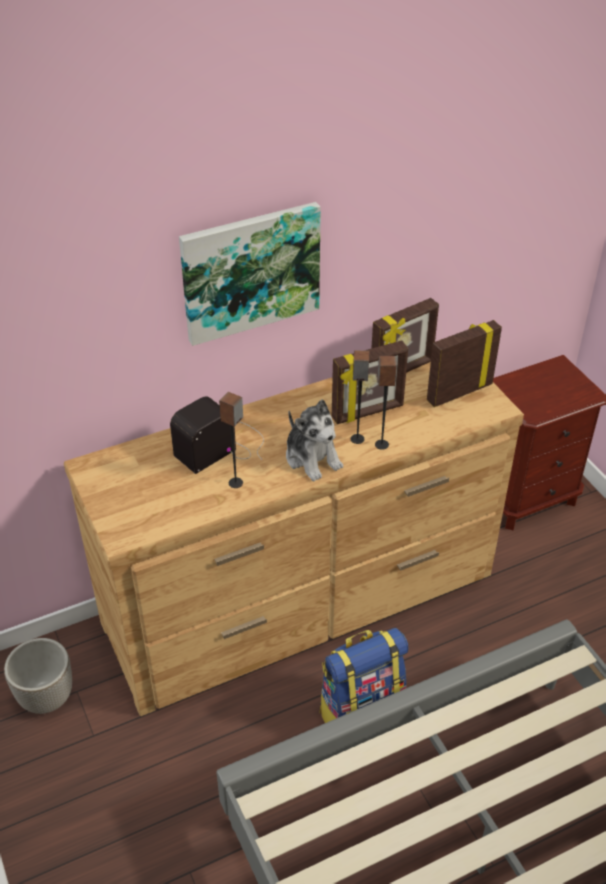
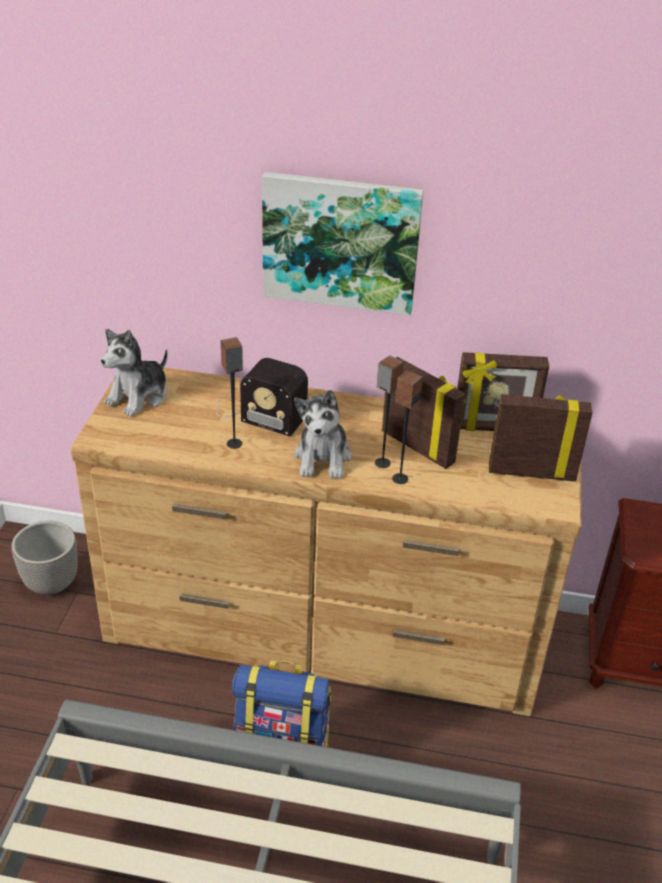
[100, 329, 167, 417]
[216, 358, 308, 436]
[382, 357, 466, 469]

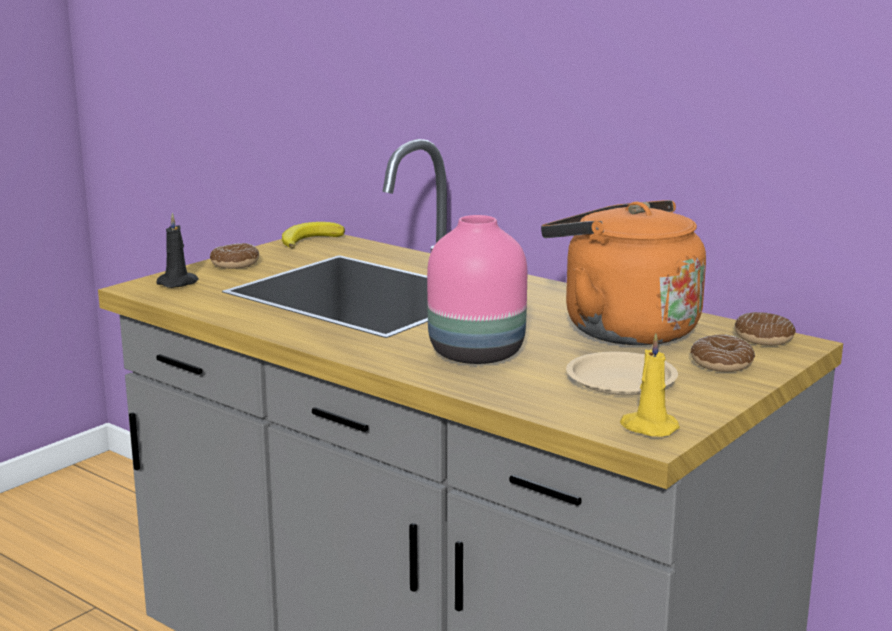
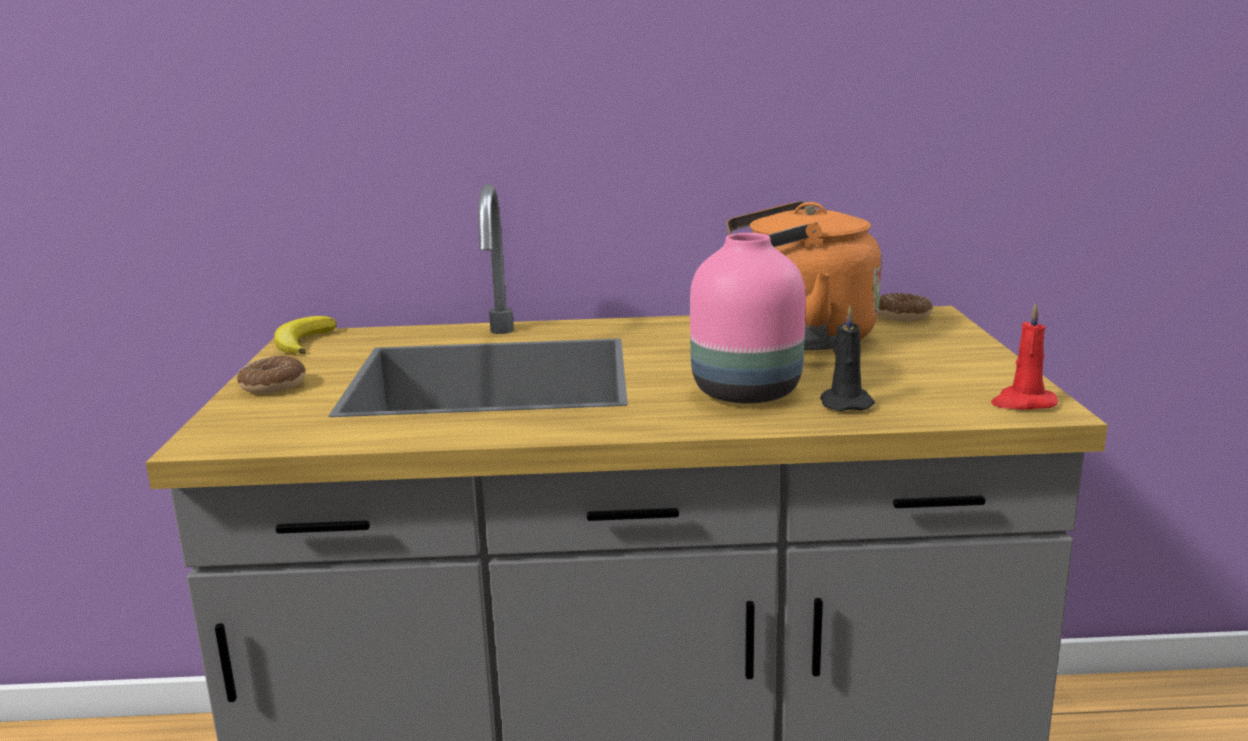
[566, 352, 678, 395] (first image)
[690, 334, 755, 372] (first image)
[820, 306, 875, 411]
[991, 303, 1058, 409]

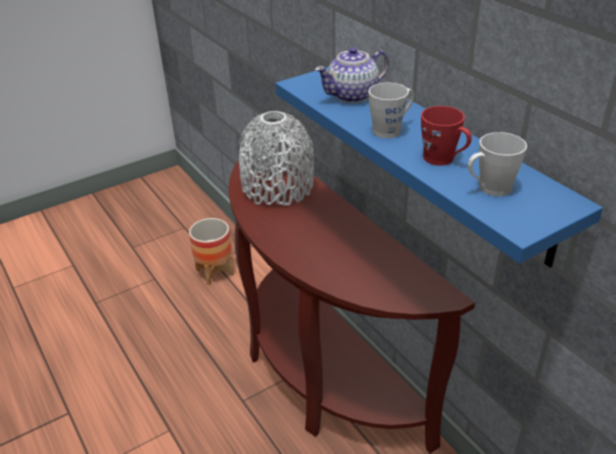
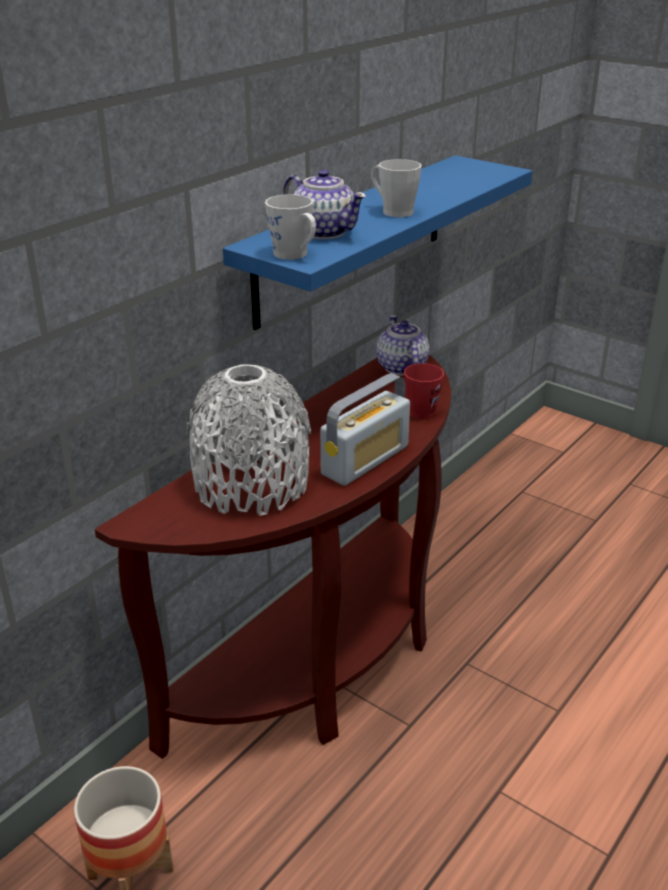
[320, 373, 410, 486]
[376, 315, 430, 375]
[404, 363, 444, 419]
[265, 194, 316, 260]

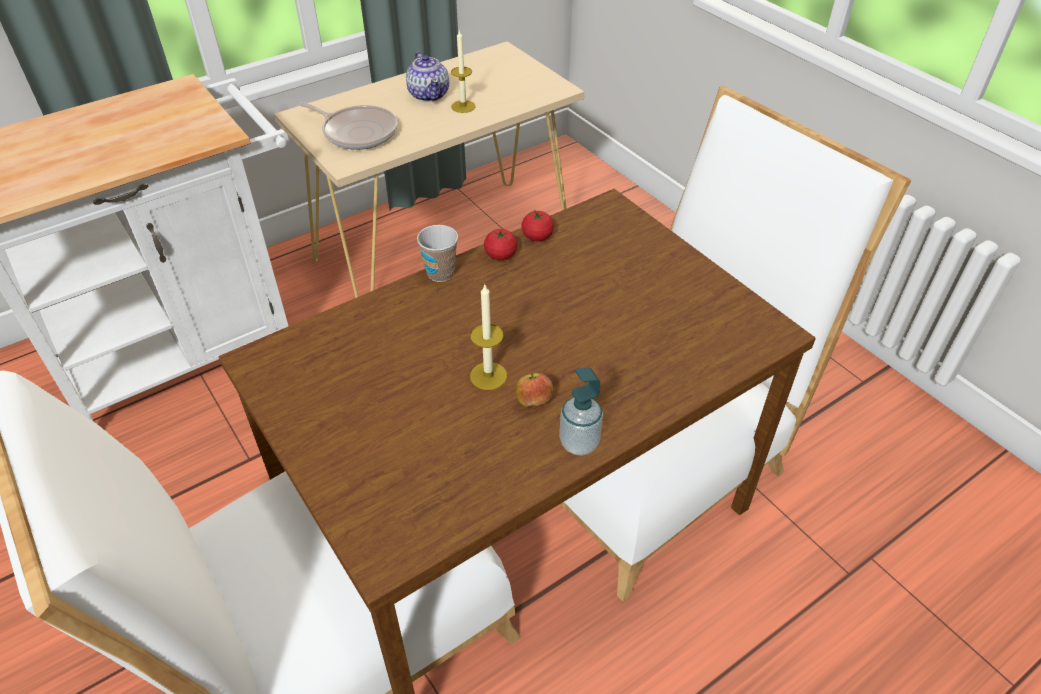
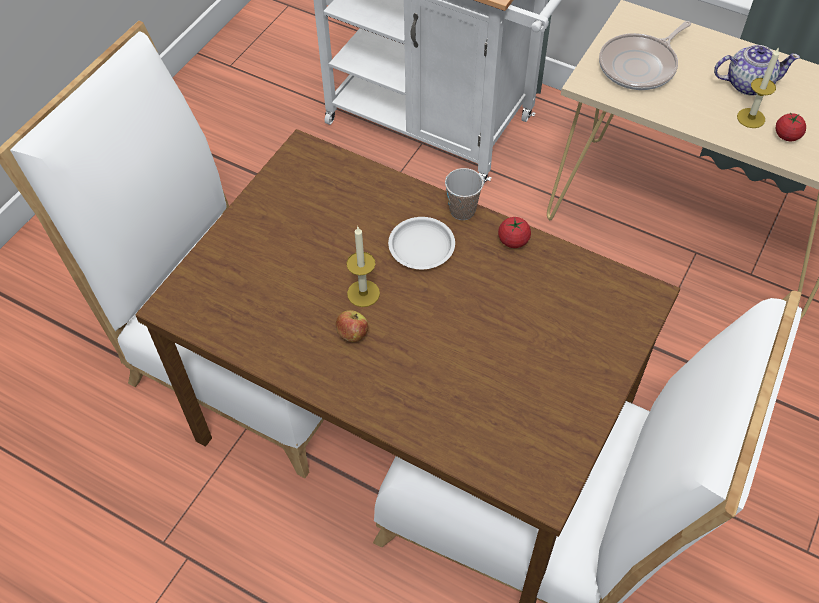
[559, 368, 603, 456] (first image)
[388, 217, 455, 269]
[776, 113, 806, 141]
[599, 21, 691, 90]
[714, 45, 800, 96]

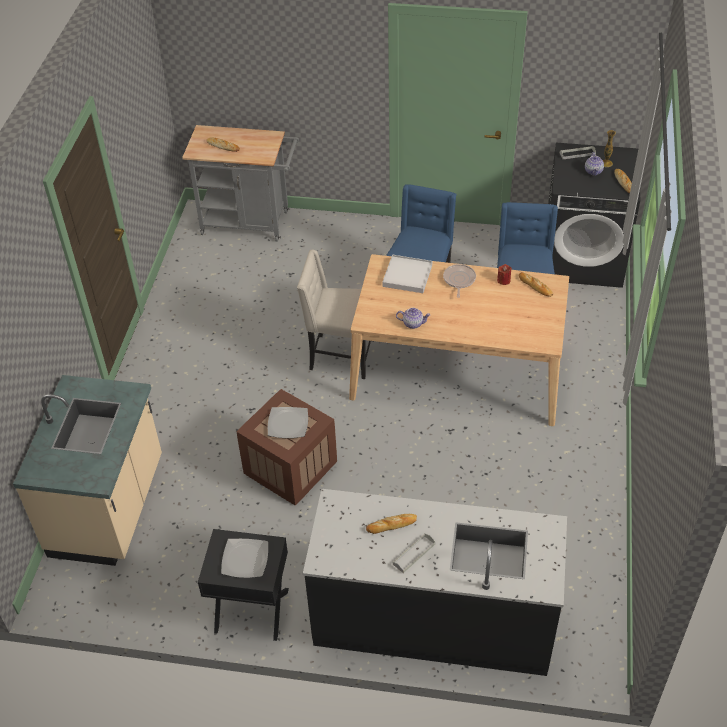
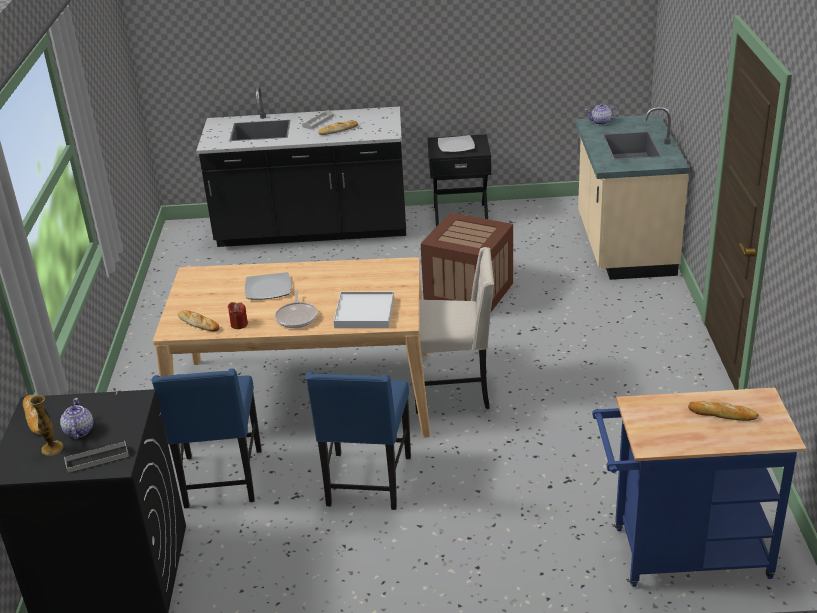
[245, 272, 291, 300]
[585, 103, 618, 125]
[592, 387, 807, 587]

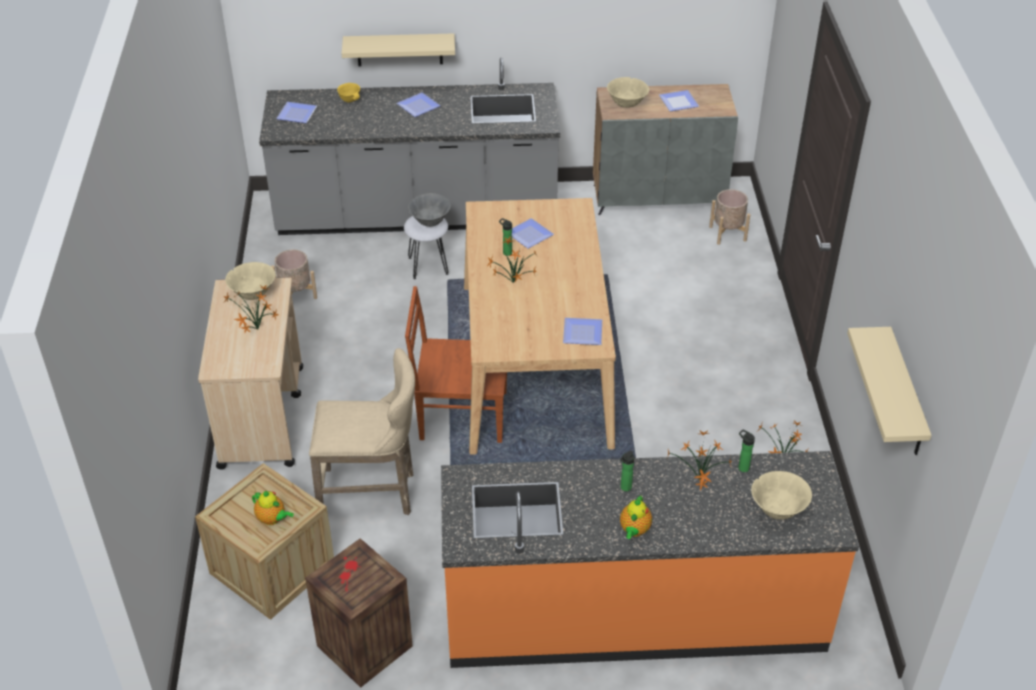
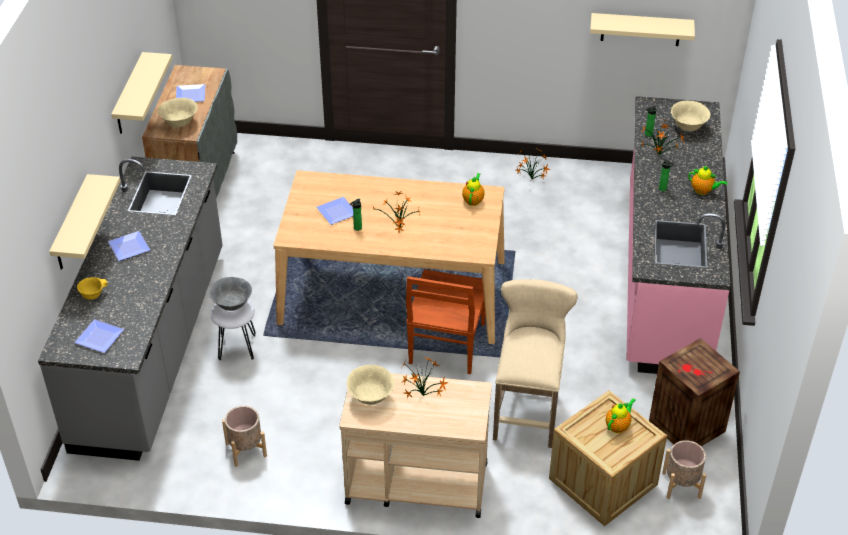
[111, 52, 172, 134]
[662, 440, 706, 499]
[462, 173, 485, 206]
[626, 96, 731, 374]

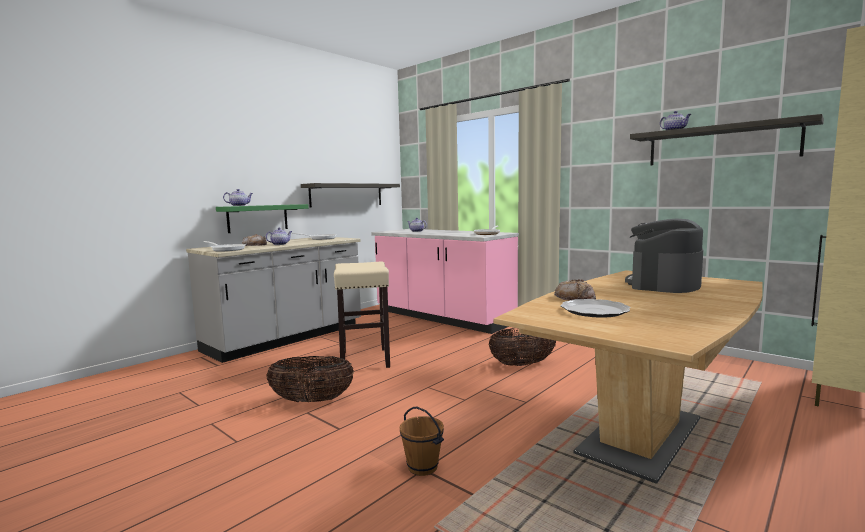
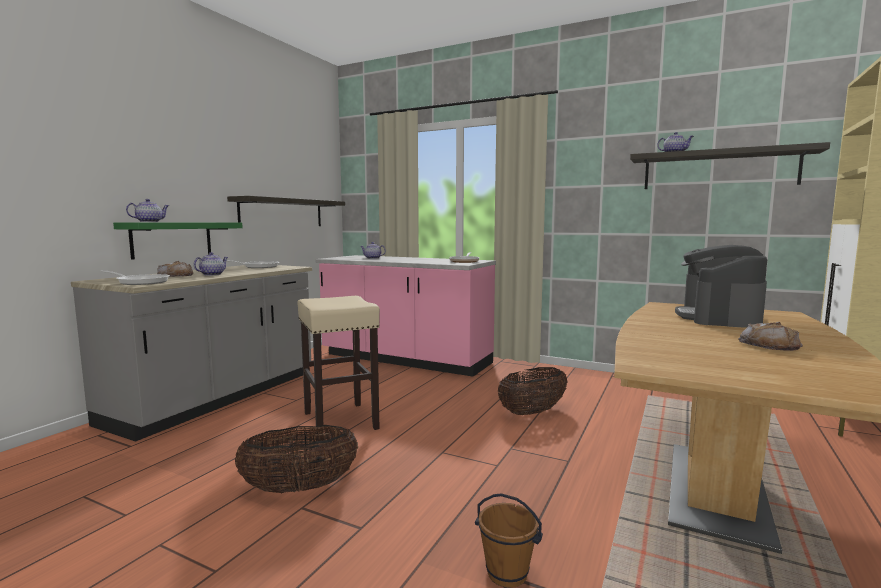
[560, 299, 631, 318] (first image)
[738, 322, 803, 351]

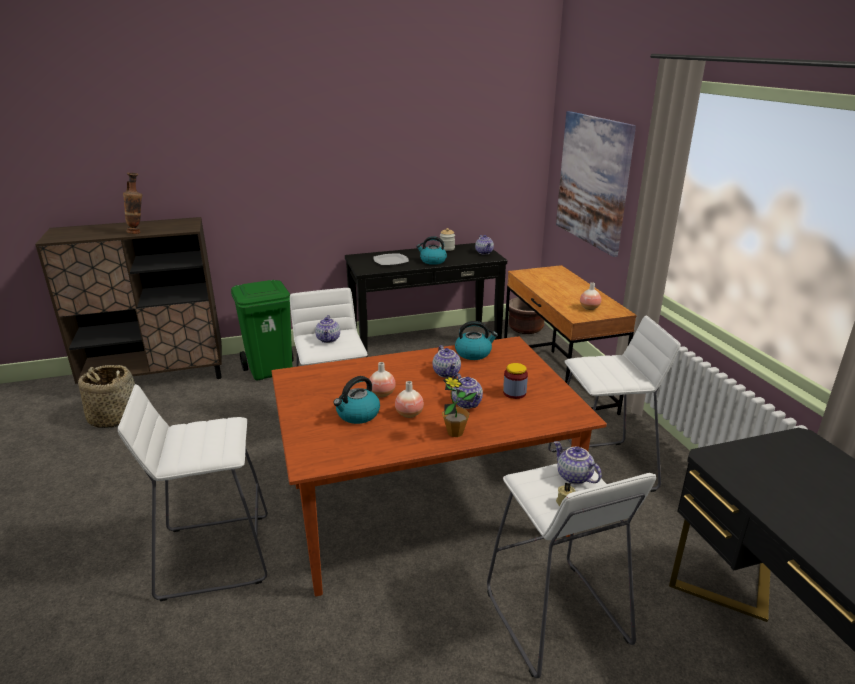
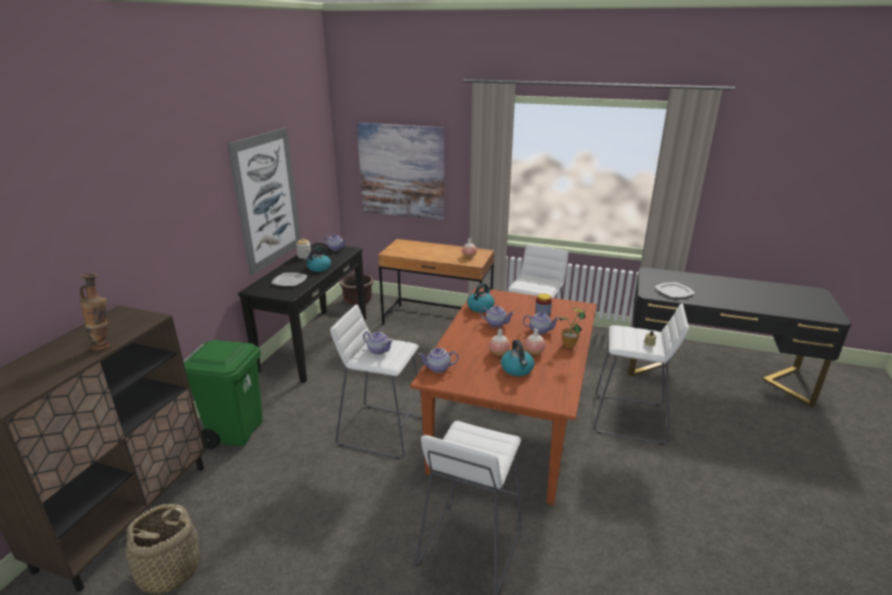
[227, 127, 301, 276]
[655, 282, 695, 298]
[419, 348, 459, 373]

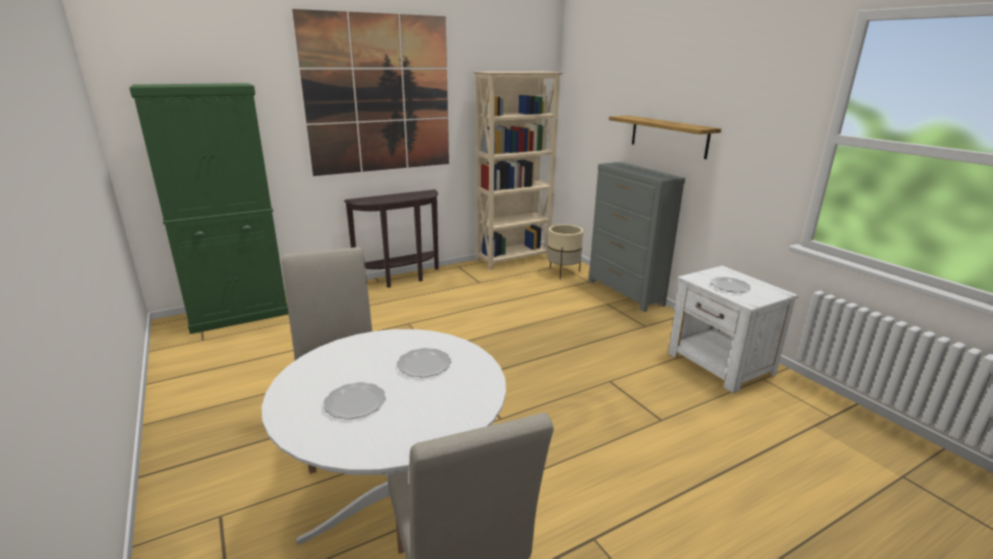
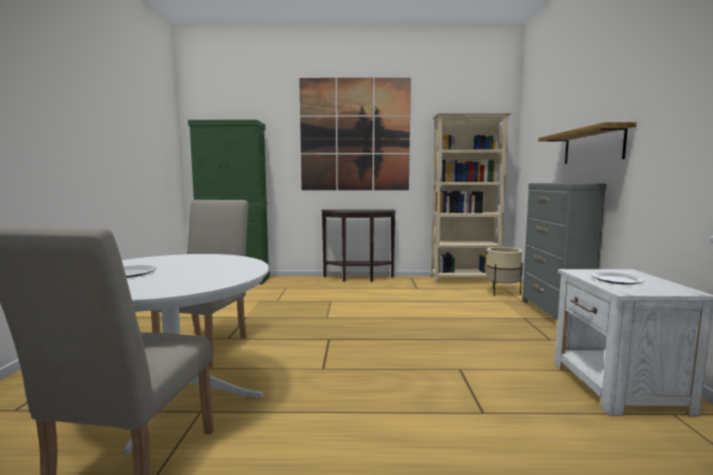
[397, 348, 451, 377] (first image)

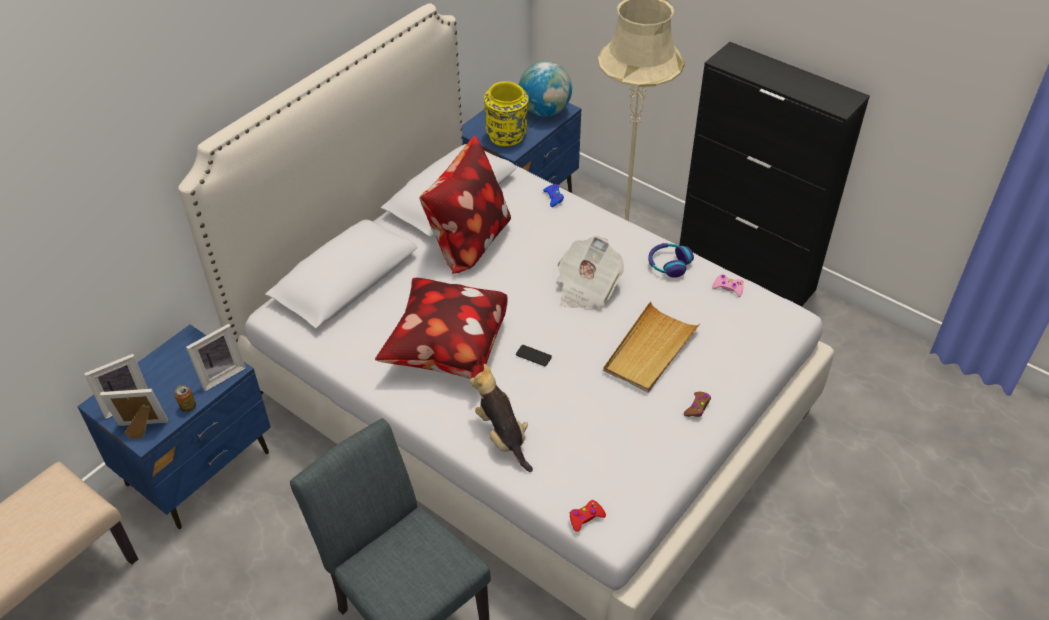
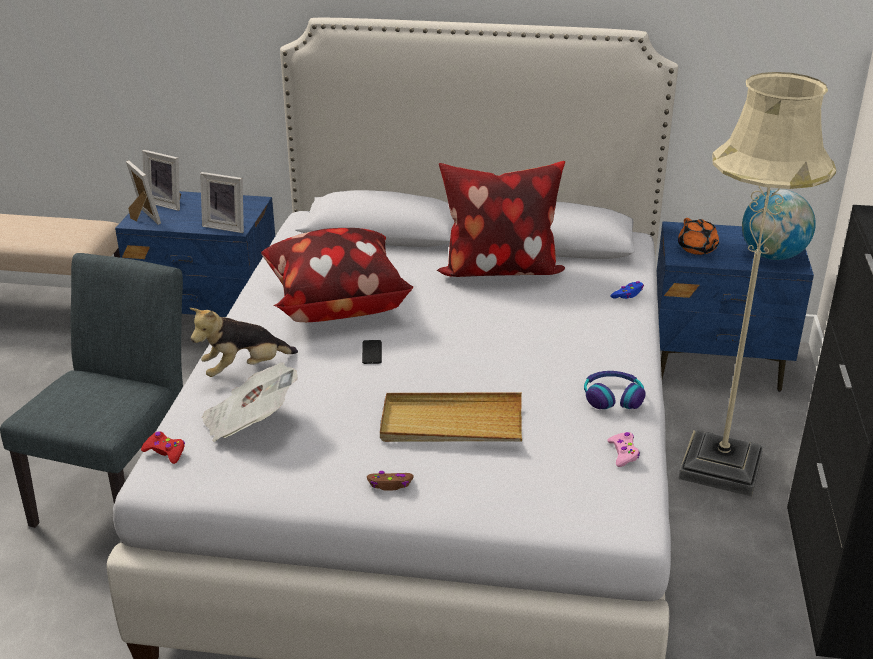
[174, 385, 196, 413] (first image)
[202, 362, 297, 442]
[678, 218, 719, 255]
[190, 308, 298, 377]

